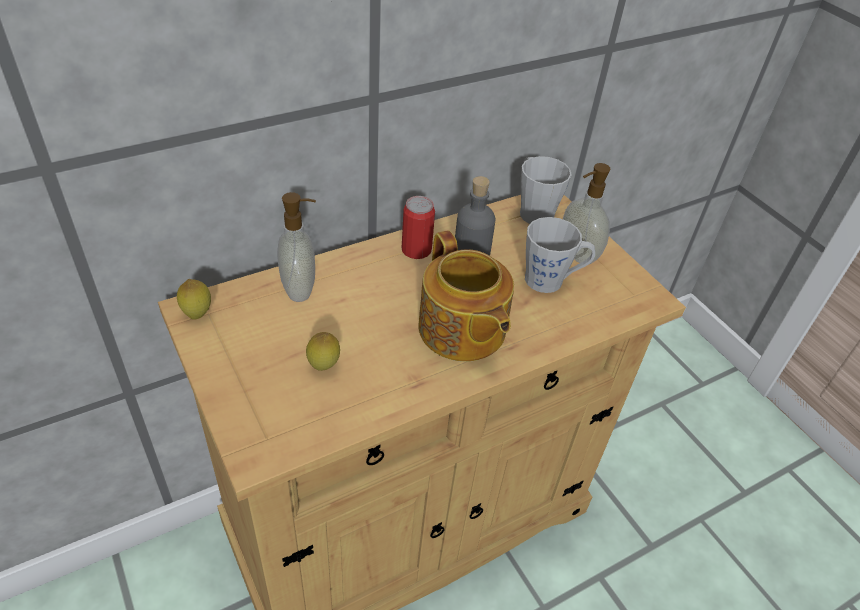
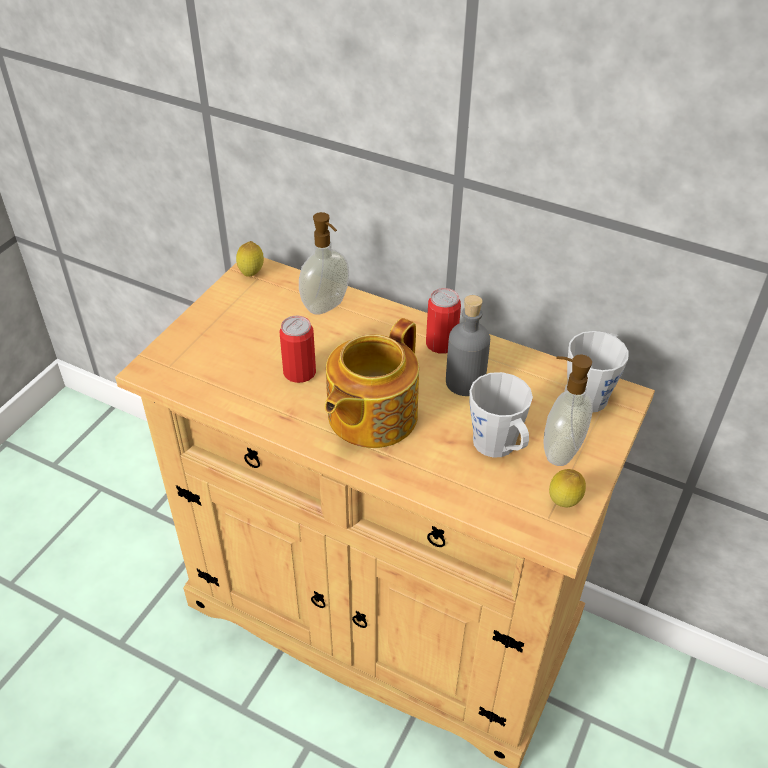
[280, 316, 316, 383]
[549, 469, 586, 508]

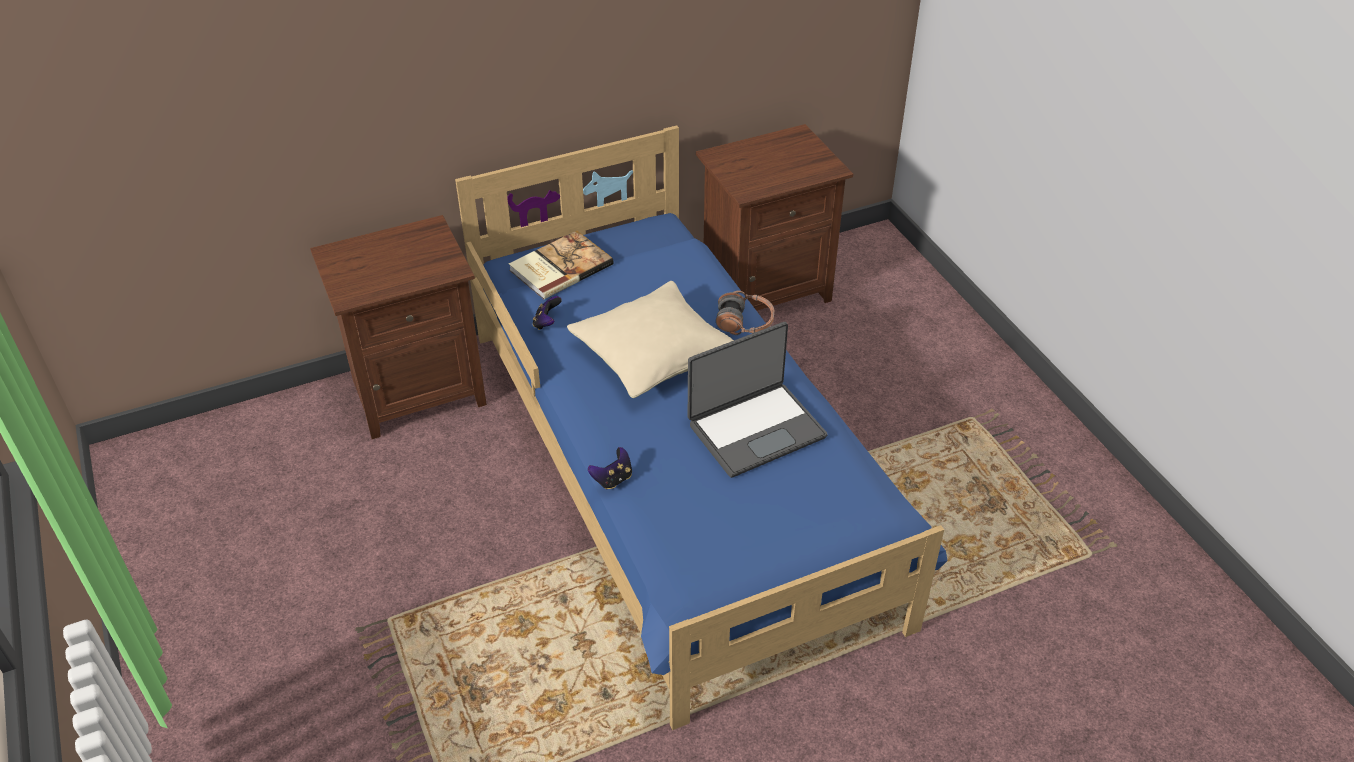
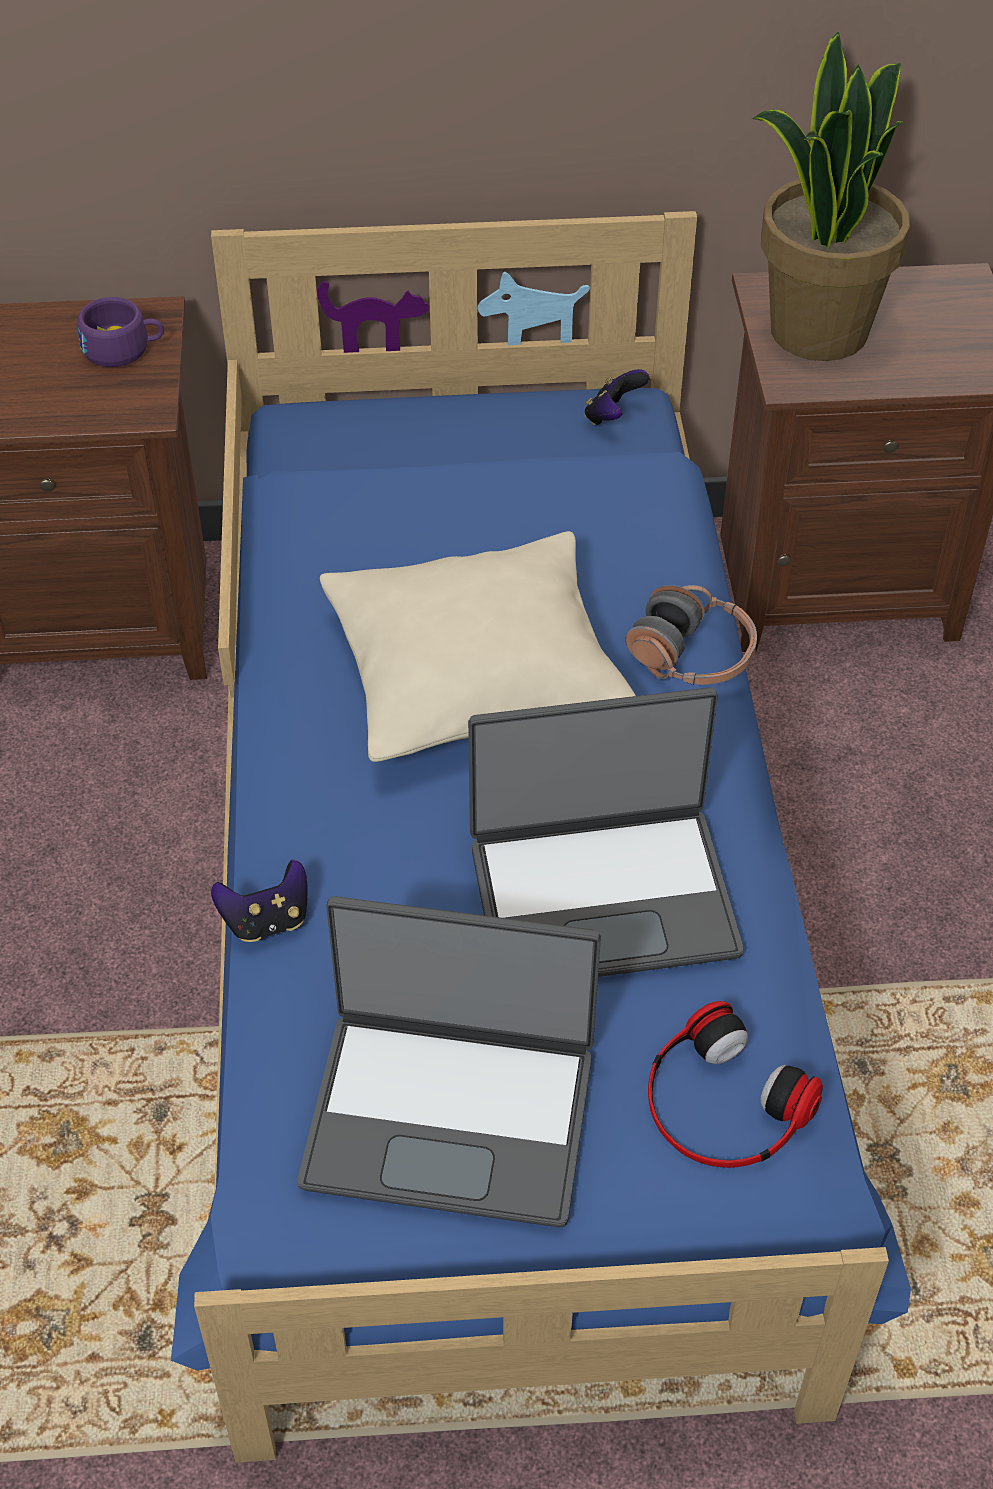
[509, 231, 614, 299] (first image)
[77, 297, 164, 367]
[297, 896, 601, 1228]
[648, 1001, 823, 1168]
[752, 32, 910, 361]
[584, 369, 650, 425]

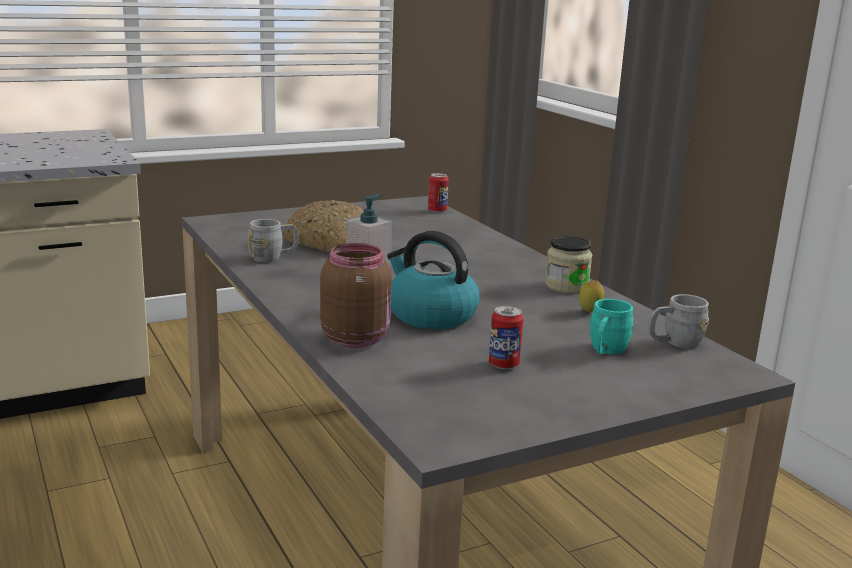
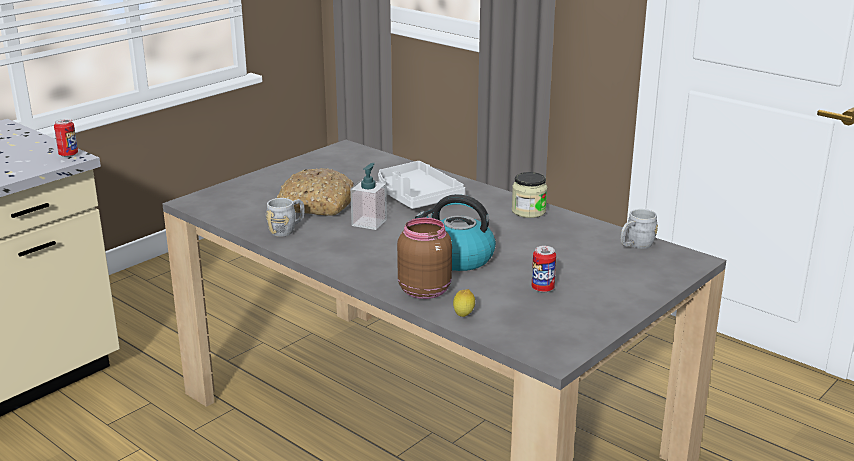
[590, 299, 634, 355] (first image)
[378, 161, 465, 209]
[54, 119, 78, 157]
[453, 289, 475, 317]

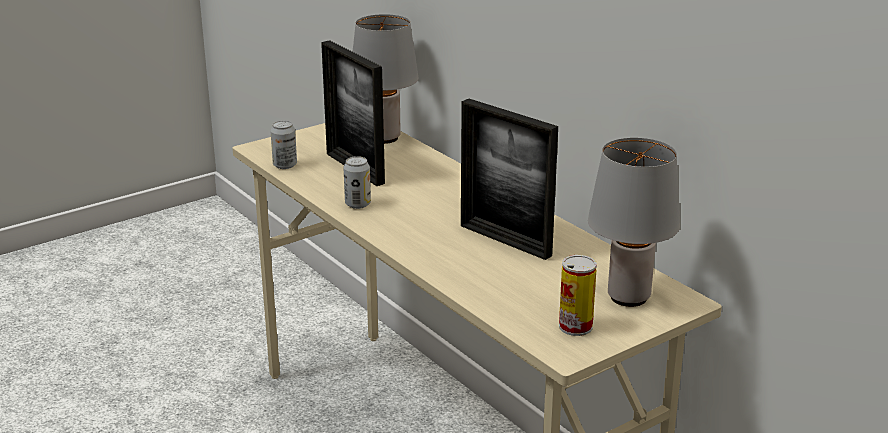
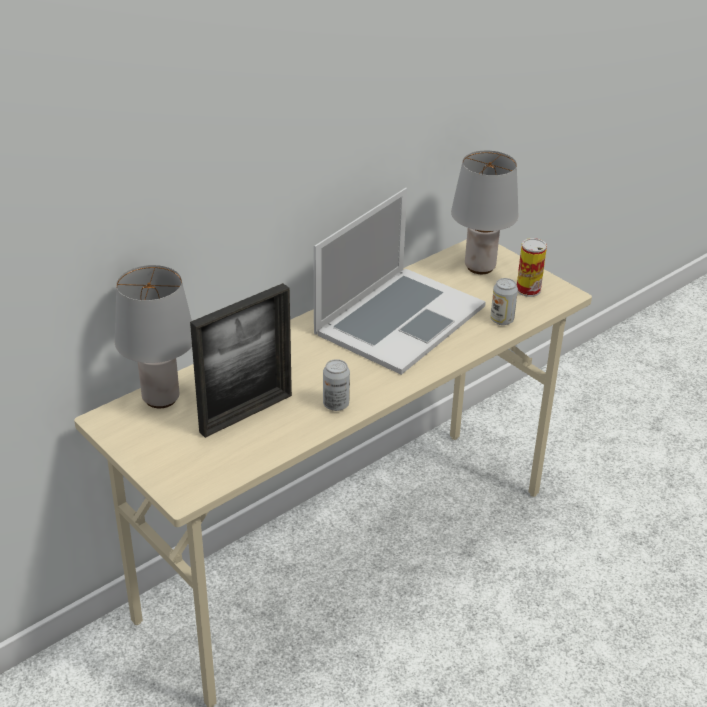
[490, 278, 518, 325]
[314, 188, 486, 375]

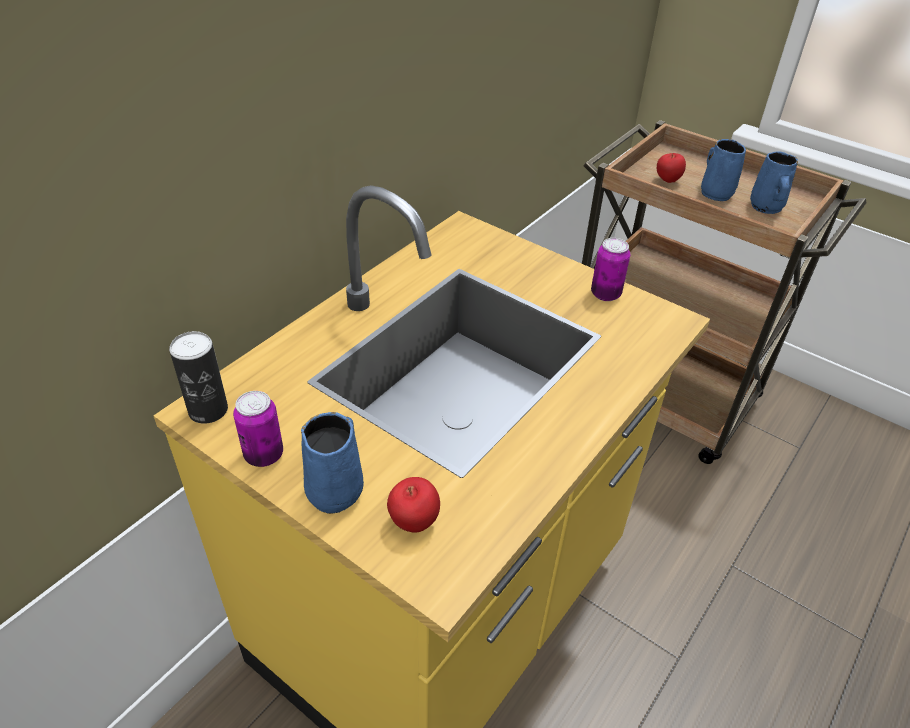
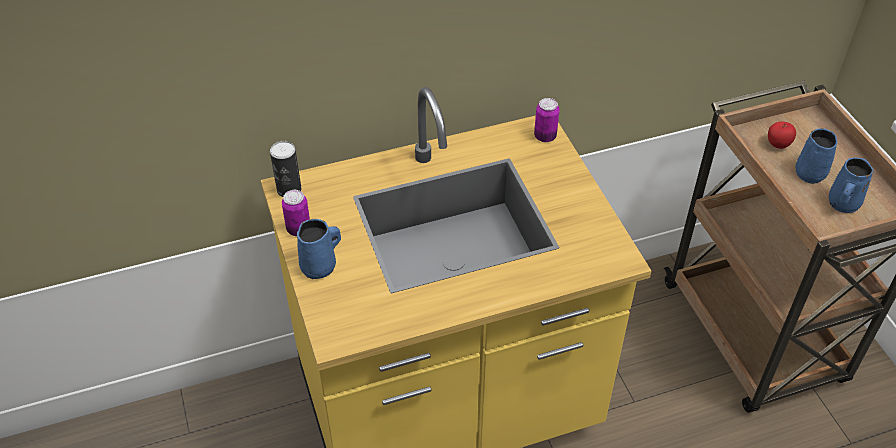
[387, 477, 440, 533] (first image)
[534, 98, 560, 142]

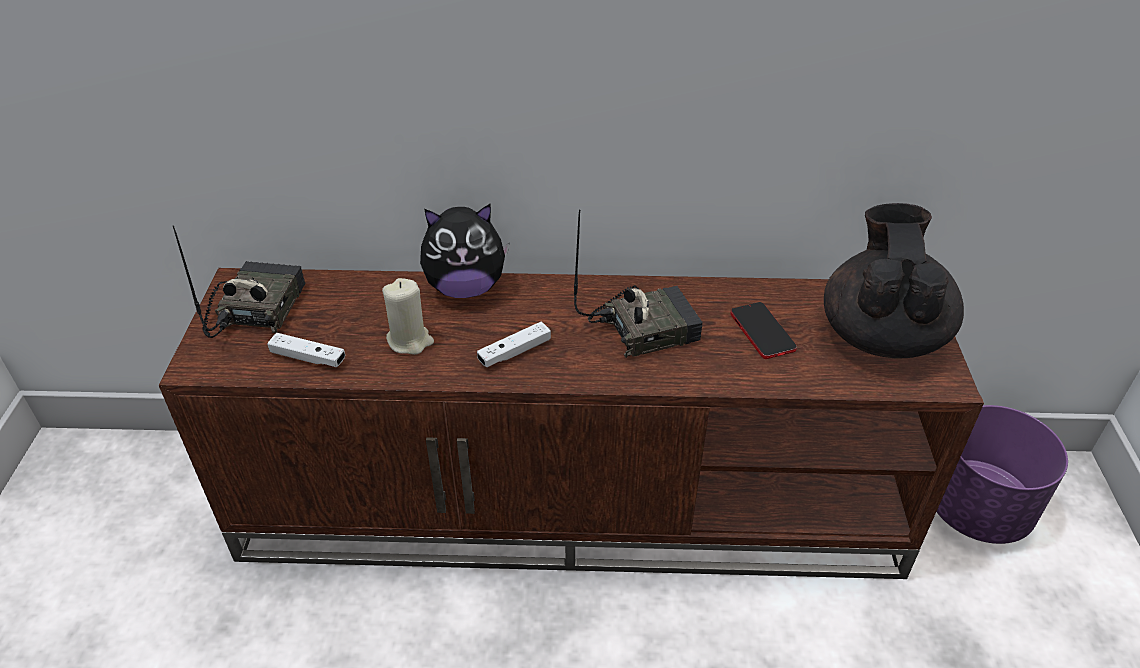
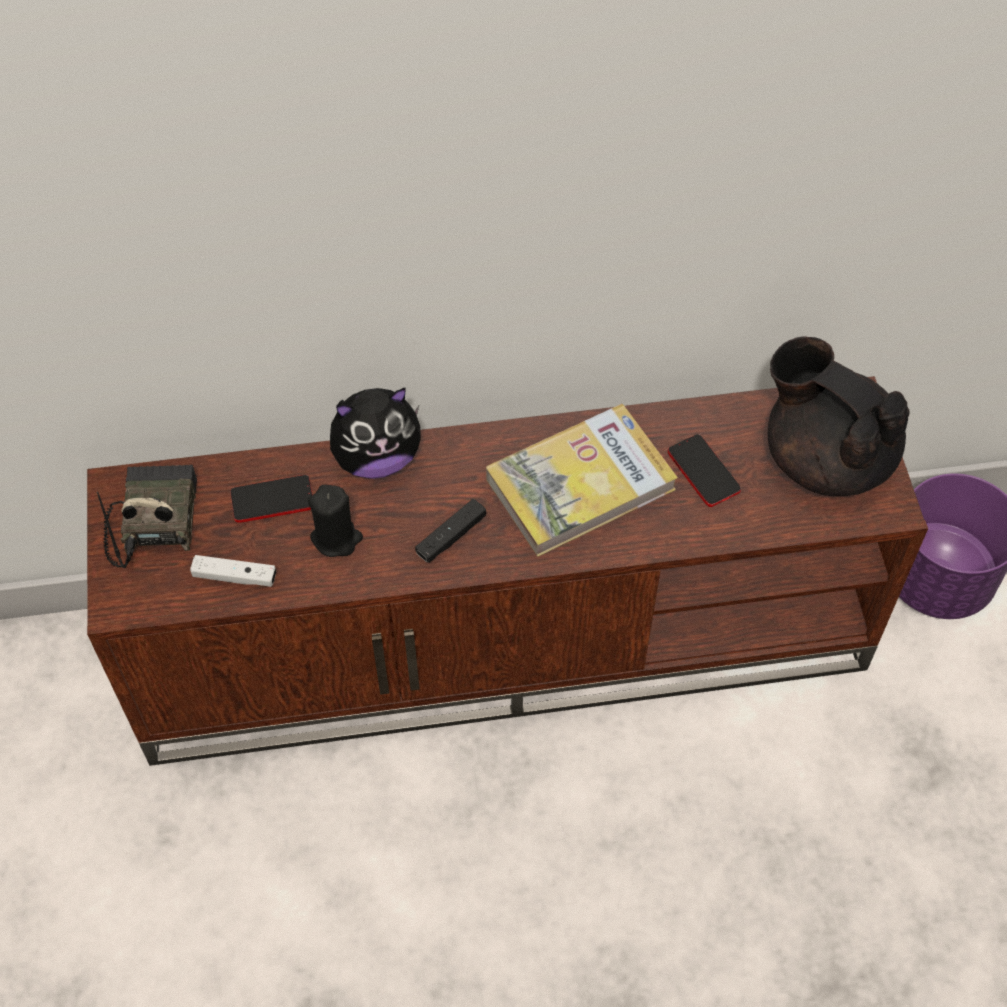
[230, 475, 313, 523]
[486, 404, 678, 557]
[308, 485, 363, 557]
[415, 499, 486, 563]
[768, 336, 910, 496]

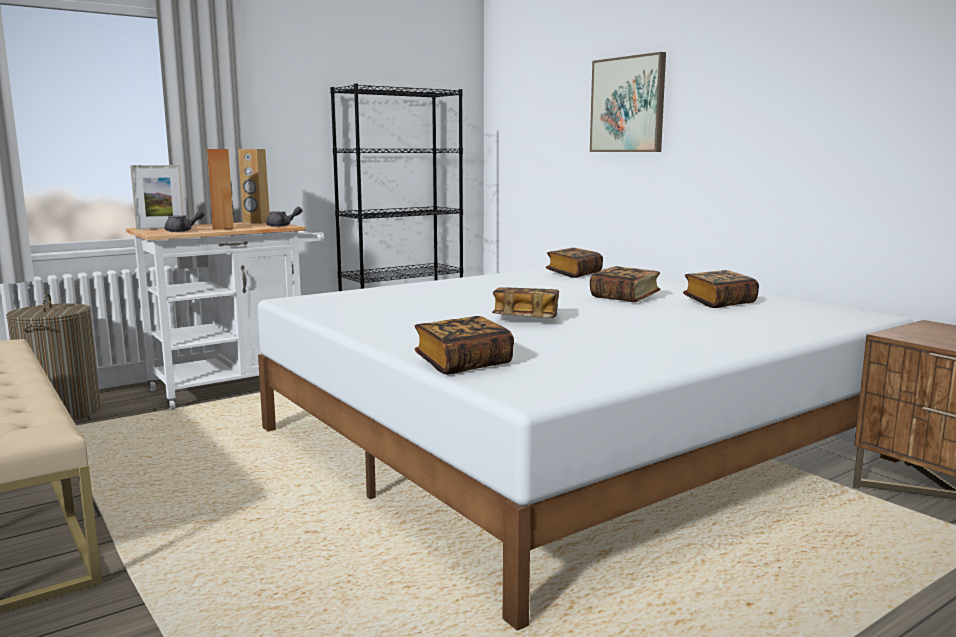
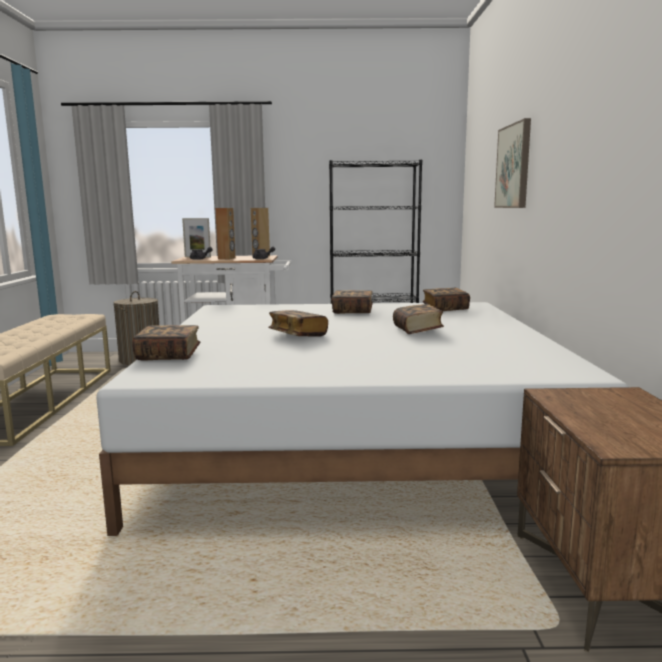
[332, 290, 373, 314]

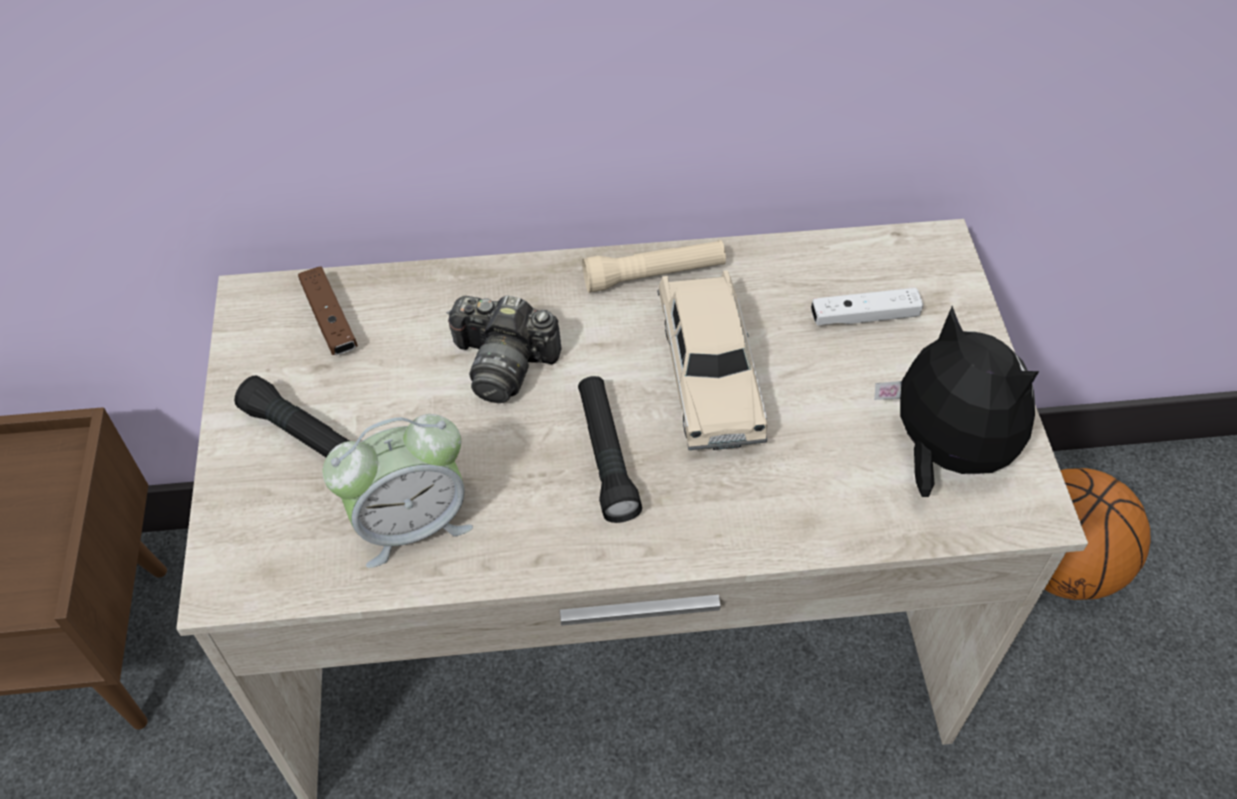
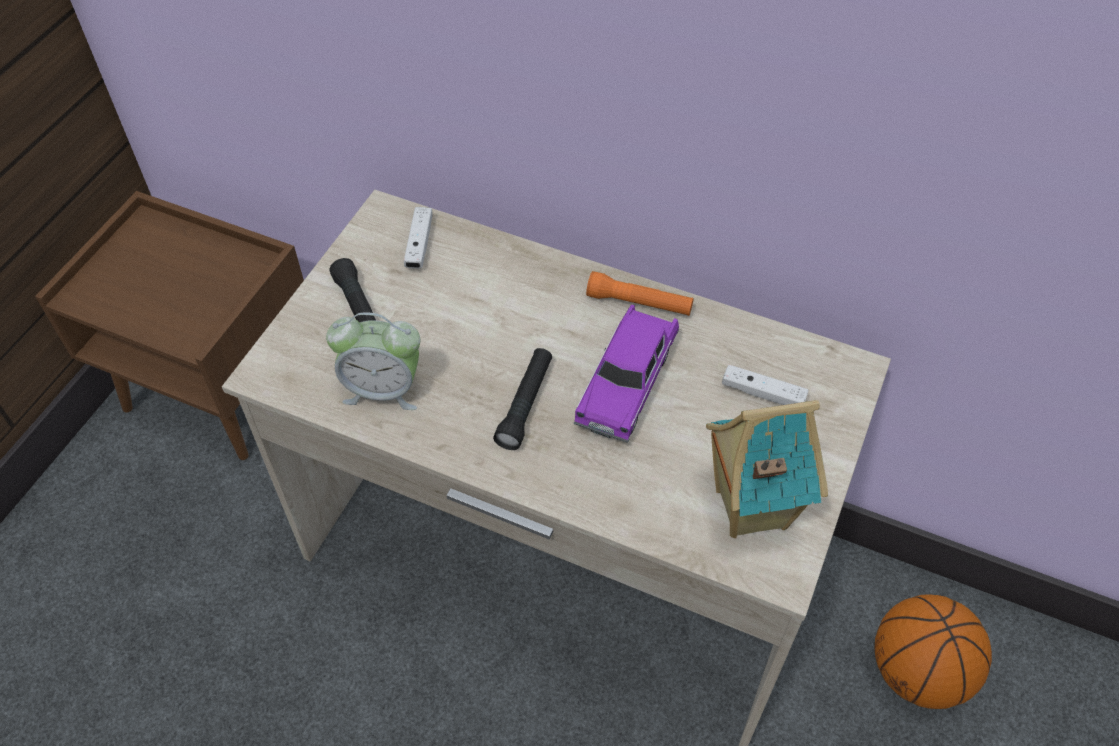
[446, 295, 561, 403] (first image)
[706, 400, 828, 538]
[404, 207, 433, 269]
[586, 271, 694, 316]
[574, 304, 679, 443]

